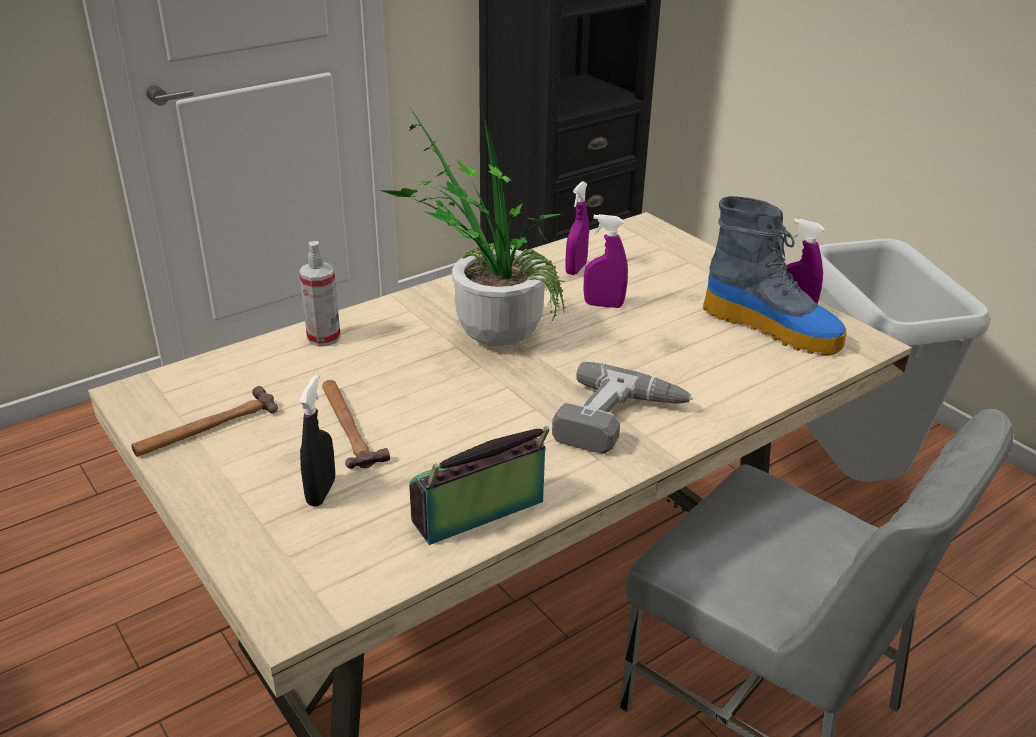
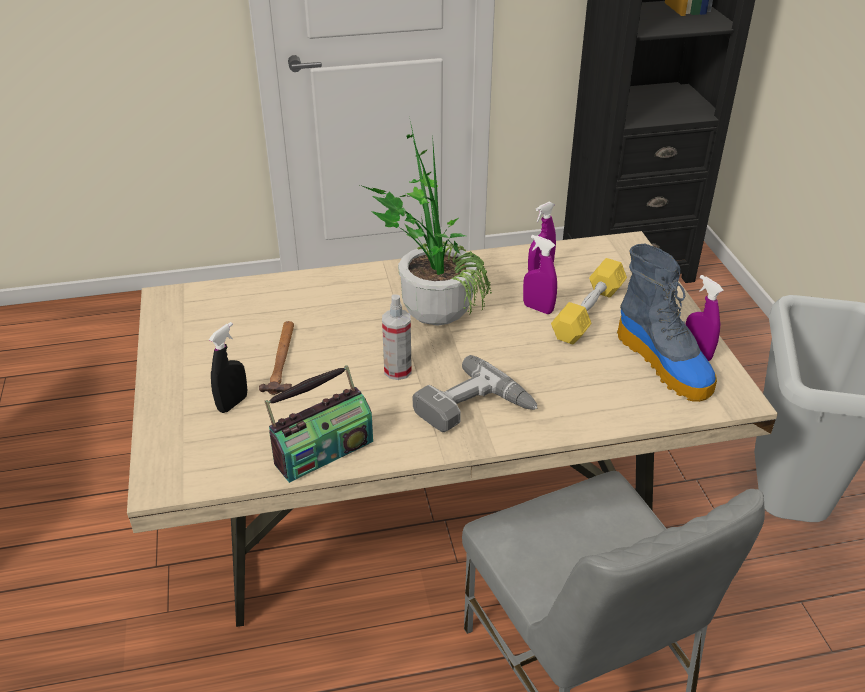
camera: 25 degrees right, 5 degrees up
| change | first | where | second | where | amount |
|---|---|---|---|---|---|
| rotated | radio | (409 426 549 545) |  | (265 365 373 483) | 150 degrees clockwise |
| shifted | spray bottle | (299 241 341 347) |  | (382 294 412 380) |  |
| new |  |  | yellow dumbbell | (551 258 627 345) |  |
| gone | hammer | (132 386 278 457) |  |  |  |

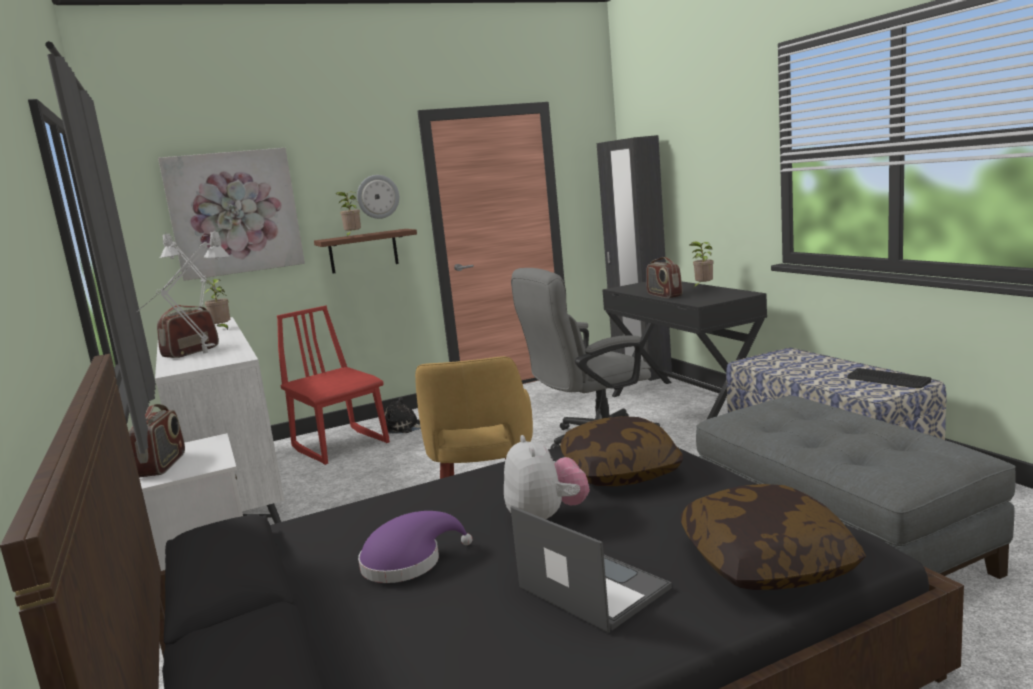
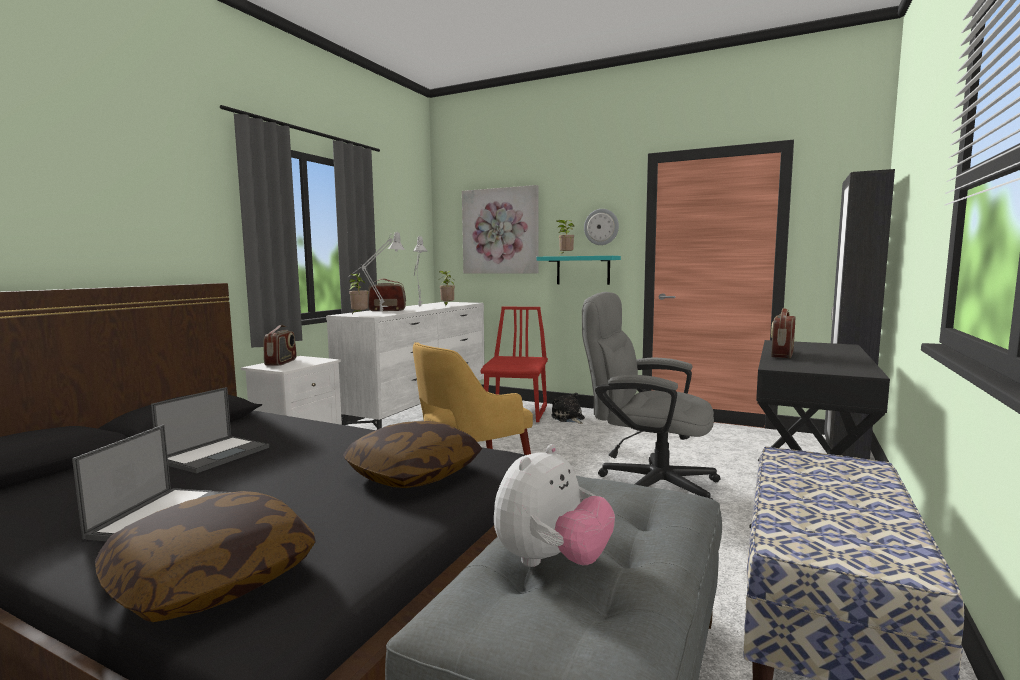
camera: 50 degrees right, 5 degrees down
| change | first | where | second | where | amount |
|---|---|---|---|---|---|
| swapped | purple hat | (358 511 472 583) | laptop | (151 387 269 473) |  |
| rotated | radio | (129 404 185 477) |  | (264 325 297 366) | 45 degrees counterclockwise |
| shifted | potted plant | (690 242 713 288) |  | (349 273 368 315) |  |
| shifted | plush toy | (504 435 590 519) |  | (494 444 615 567) |  |
| repainted | brown shelf | (314 229 417 274) | turquoise shelf | (537 256 621 285) |  |
| gone | keyboard | (847 368 931 388) |  |  |  |

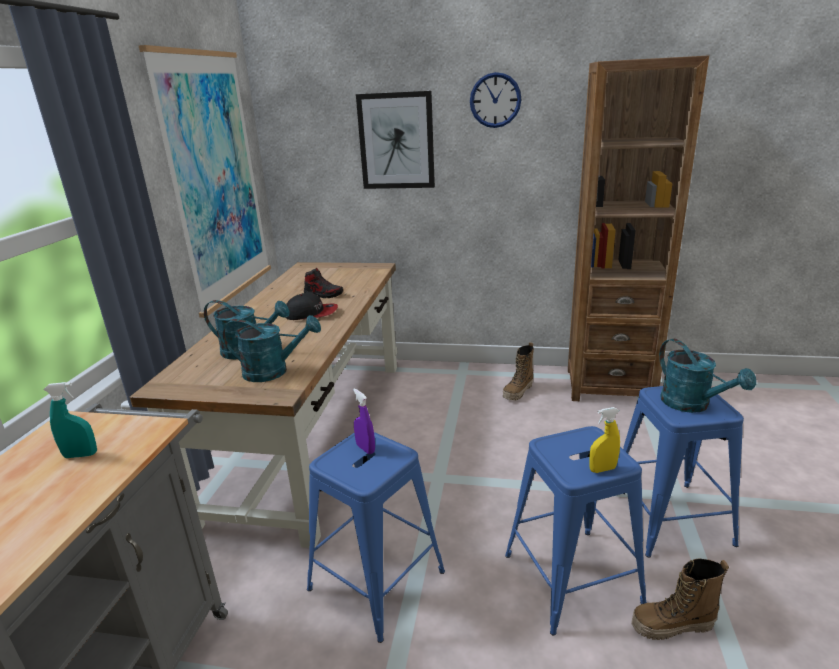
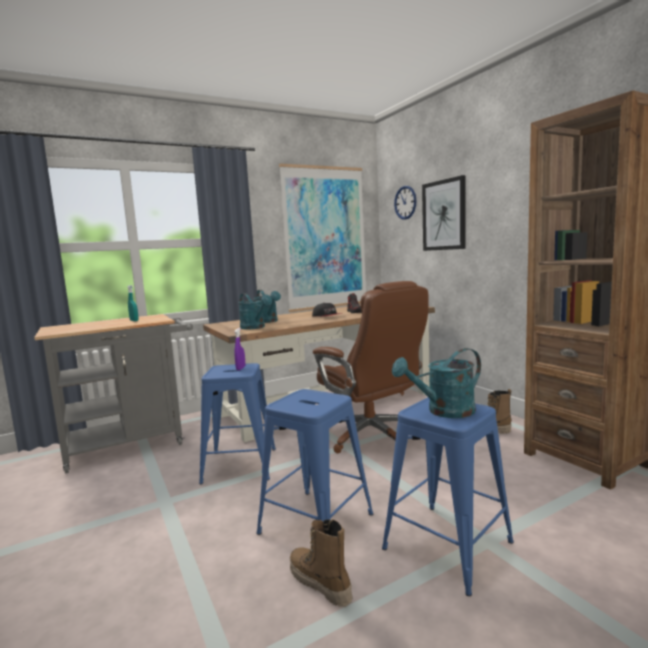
camera: 50 degrees right, 15 degrees down
| change | first | where | second | where | amount |
|---|---|---|---|---|---|
| new |  |  | brown office chair | (313 281 429 453) |  |
| rotated | turquoise watering can | (659 339 756 413) |  | (392 348 481 418) | 45 degrees clockwise |
| shifted | wall clock | (470 72 522 128) |  | (394 186 417 220) |  |
| gone | yellow spray bottle | (589 407 620 473) |  |  |  |

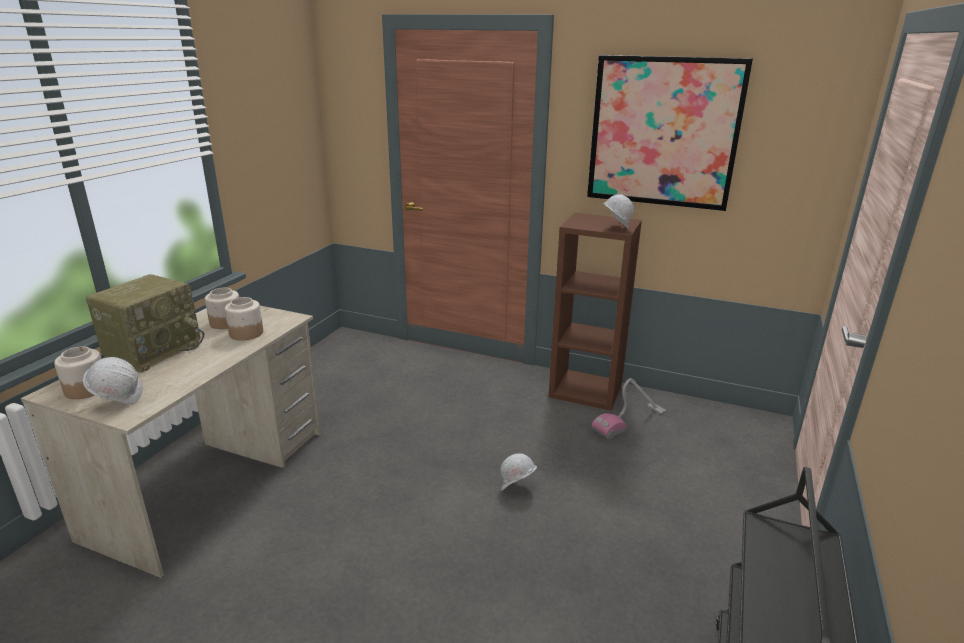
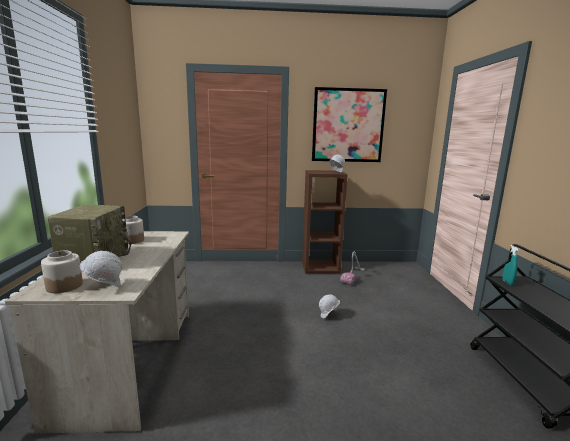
camera: 25 degrees left, 10 degrees down
| change | first | where | second | where | amount |
|---|---|---|---|---|---|
| new |  |  | turquoise spray bottle | (502 245 519 285) |  |
| gone | jar | (225 297 263 341) |  |  |  |

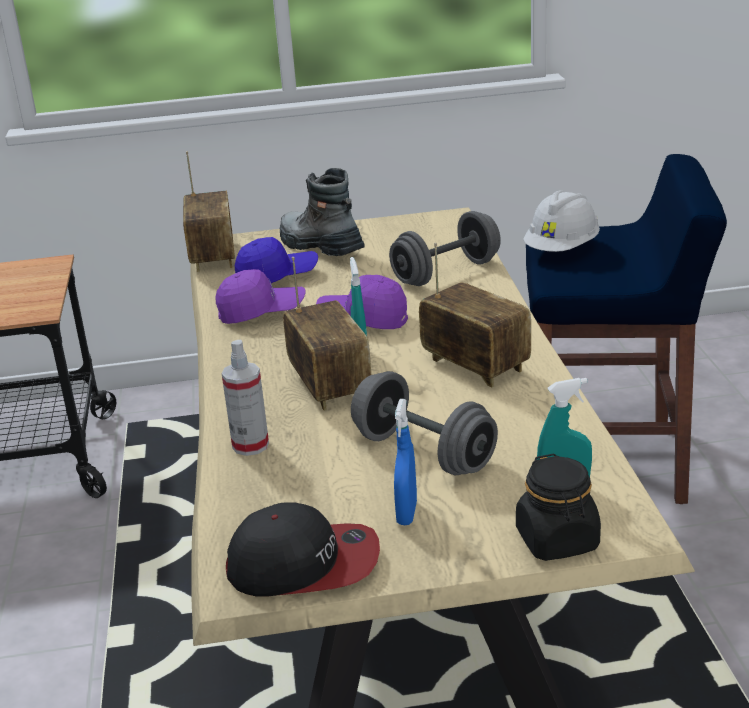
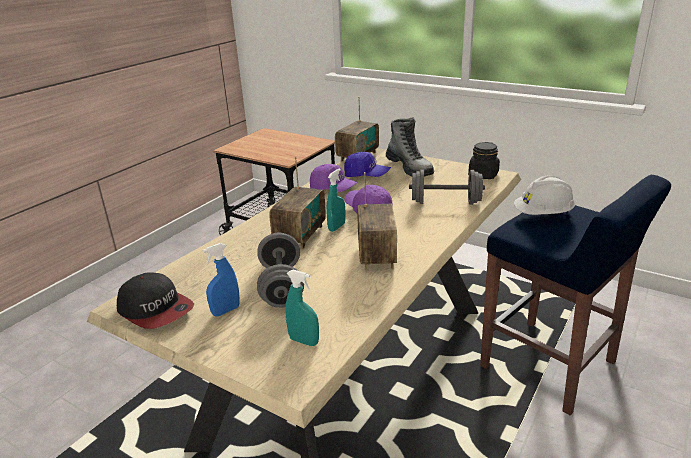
camera: 40 degrees right, 0 degrees up
| change | first | where | second | where | amount |
|---|---|---|---|---|---|
| rotated | boot | (280 168 365 256) |  | (386 118 434 177) | 150 degrees clockwise |
| shifted | black jar | (516 454 601 561) |  | (468 142 500 179) |  |
| gone | spray bottle | (222 340 269 456) |  |  |  |

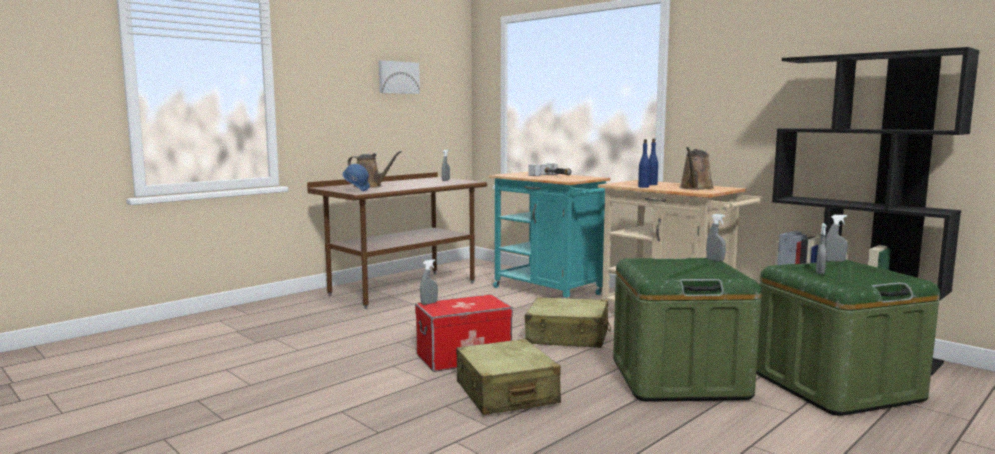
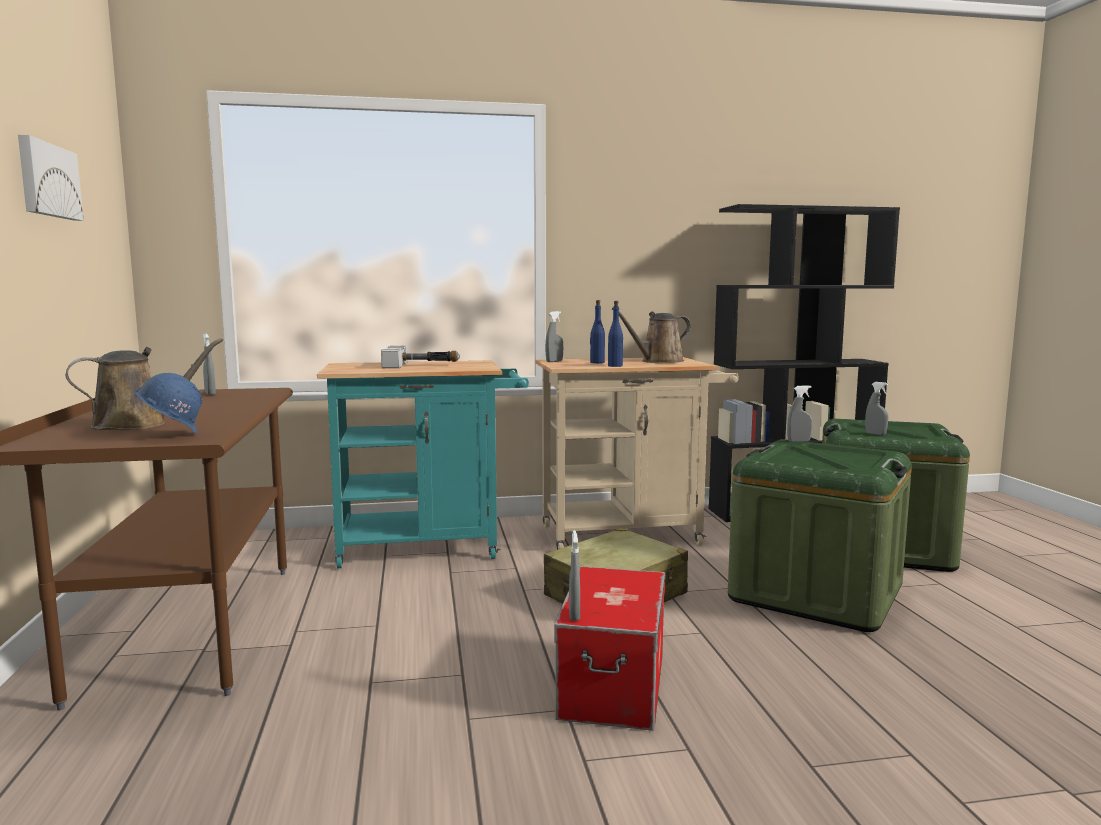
camera: 55 degrees left, 0 degrees up
| change | first | where | second | where | amount |
|---|---|---|---|---|---|
| shifted | grey spray bottle | (825 215 848 262) |  | (545 311 563 362) |  |
| rotated | brown watering can | (679 147 714 190) |  | (612 308 691 363) | 90 degrees clockwise |
| gone | beige suitcase | (456 339 561 415) |  |  |  |

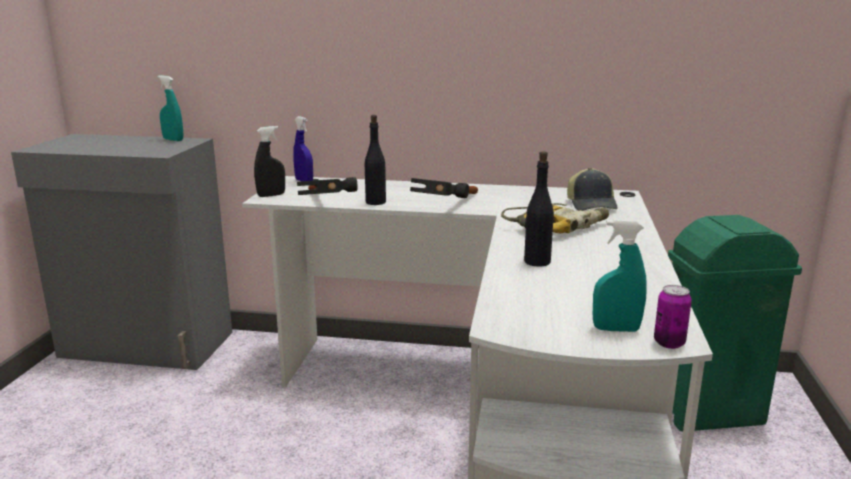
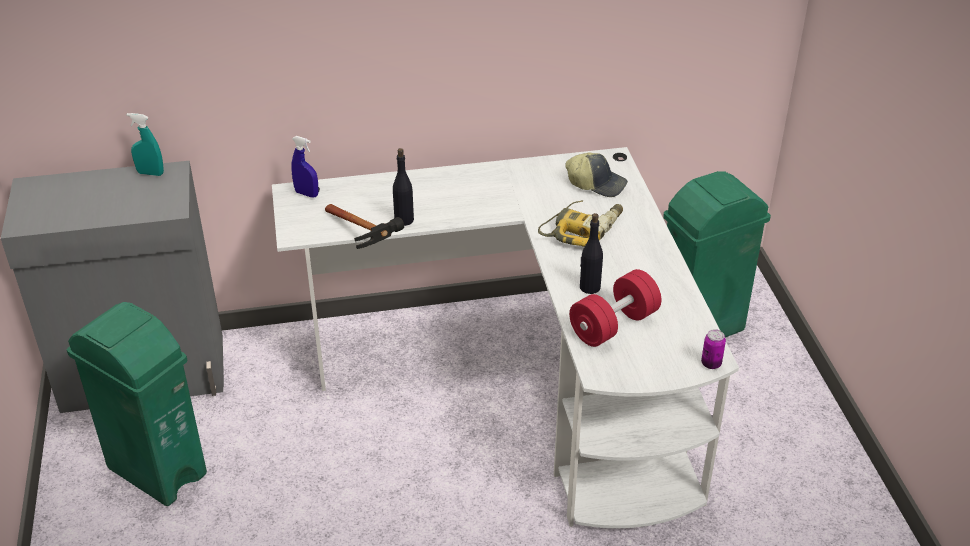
camera: 20 degrees left, 20 degrees up
| change | first | where | second | where | amount |
|---|---|---|---|---|---|
| new |  |  | green trash can | (67 302 207 506) |  |
| rotated | cap | (567 168 617 211) |  | (566 152 628 197) | 45 degrees counterclockwise |
| new |  |  | red dumbbell | (569 269 661 347) |  |
| gone | black spray bottle | (254 126 285 197) |  |  |  |
| gone | hammer | (410 178 478 198) |  |  |  |
| gone | turquoise spray bottle | (593 219 647 332) |  |  |  |

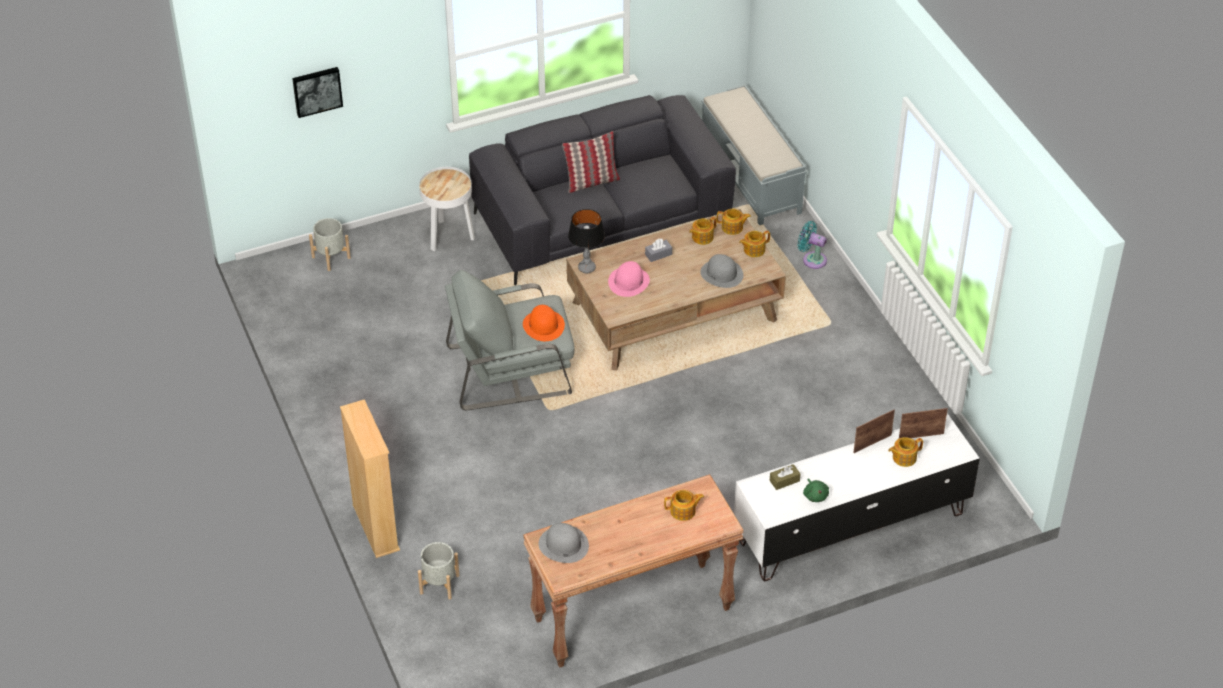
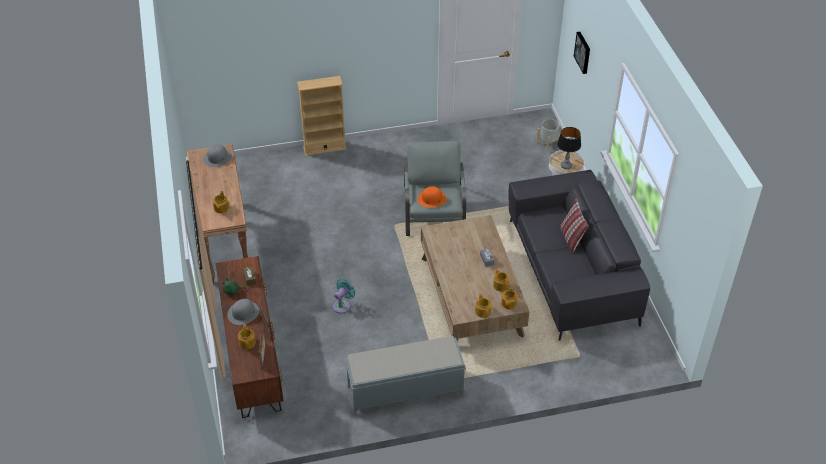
camera: 100 degrees right, 0 degrees up
| change | first | where | second | where | amount |
|---|---|---|---|---|---|
| repainted | white tv stand | (734 413 980 582) | brown tv stand | (216 256 283 418) |  |
| shifted | grey hat | (700 254 743 288) |  | (227 299 259 325) |  |
| shifted | turquoise fan | (798 221 827 269) |  | (333 279 356 314) |  |
| shifted | grey bench | (701 85 807 225) |  | (345 336 466 415) |  |
| shifted | table lamp | (568 209 605 273) |  | (557 127 581 169) |  |
| gone | grey planter | (418 542 459 600) |  |  |  |
| gone | pink hat | (608 261 650 297) |  |  |  |

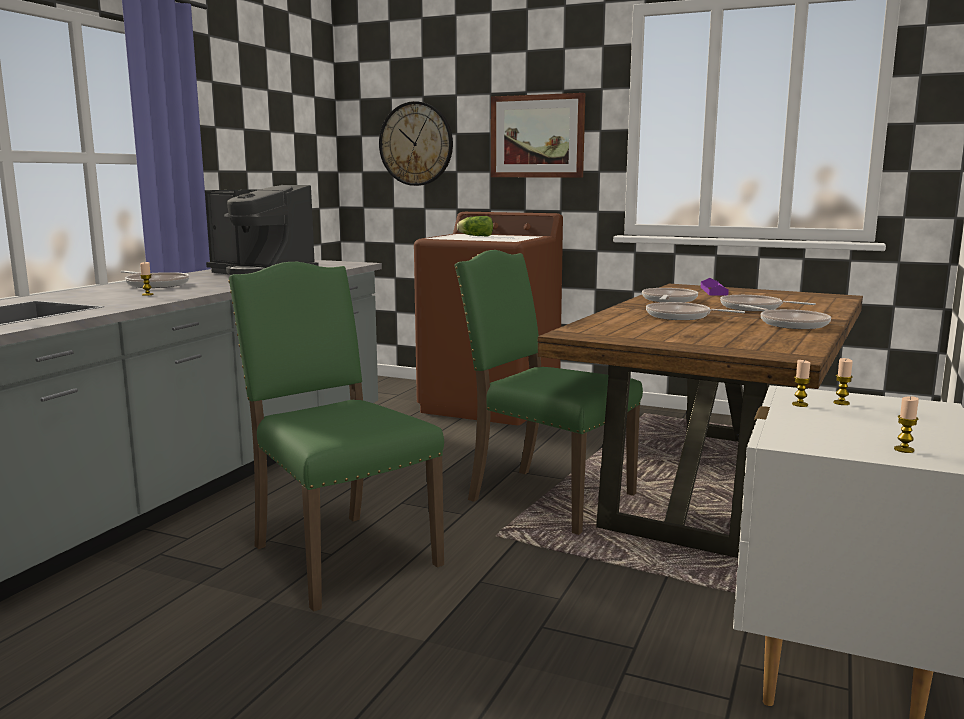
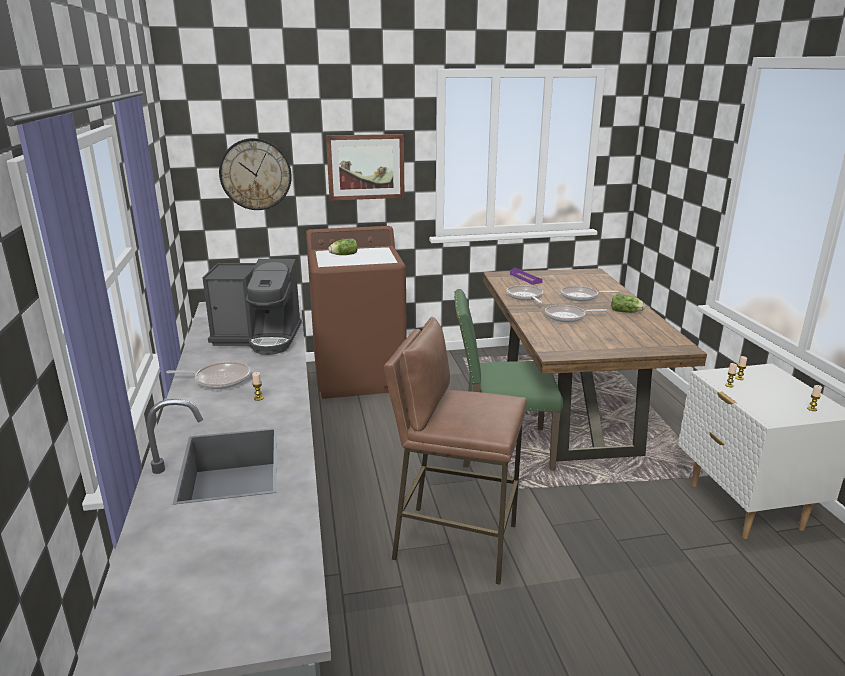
camera: 35 degrees left, 10 degrees up
| change | first | where | second | where | amount |
|---|---|---|---|---|---|
| swapped | green chair | (228 262 444 612) | brown stool | (384 317 527 585) |  |
| swapped | frying pan | (739 304 831 329) | lettuce | (611 294 645 313) |  |

